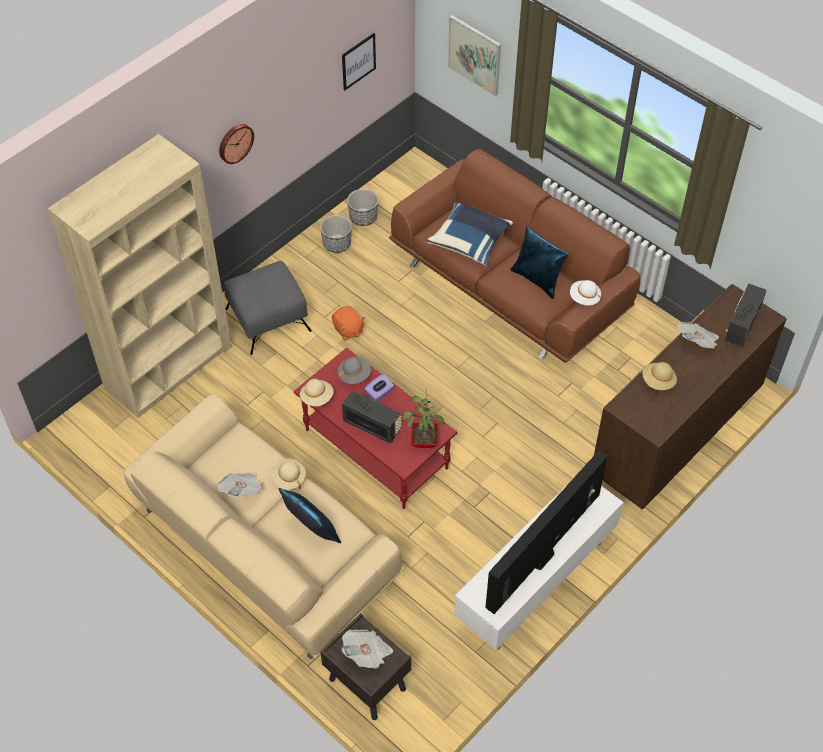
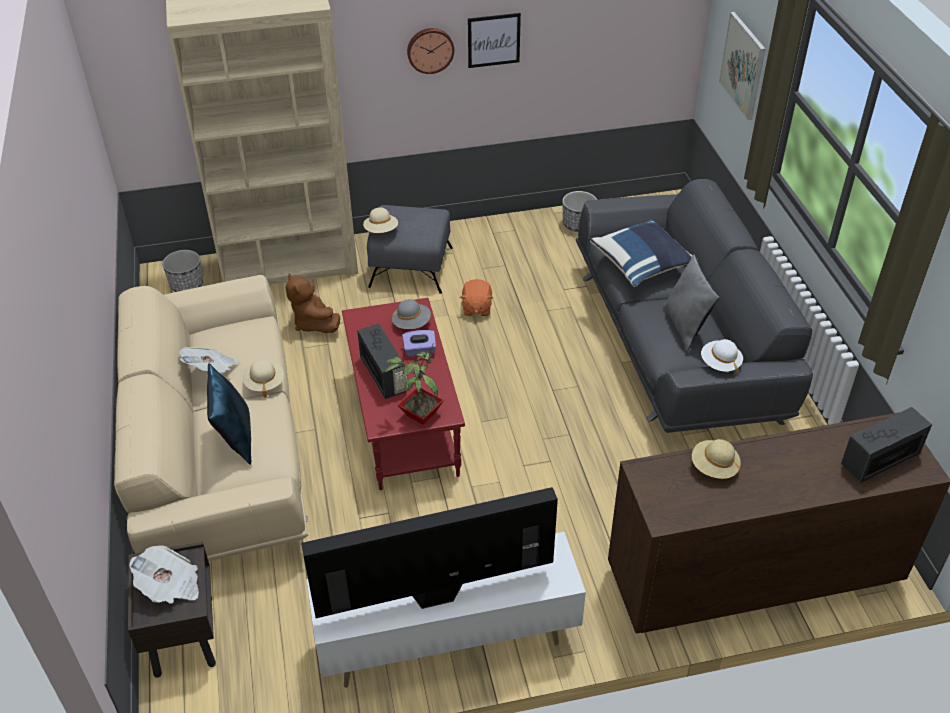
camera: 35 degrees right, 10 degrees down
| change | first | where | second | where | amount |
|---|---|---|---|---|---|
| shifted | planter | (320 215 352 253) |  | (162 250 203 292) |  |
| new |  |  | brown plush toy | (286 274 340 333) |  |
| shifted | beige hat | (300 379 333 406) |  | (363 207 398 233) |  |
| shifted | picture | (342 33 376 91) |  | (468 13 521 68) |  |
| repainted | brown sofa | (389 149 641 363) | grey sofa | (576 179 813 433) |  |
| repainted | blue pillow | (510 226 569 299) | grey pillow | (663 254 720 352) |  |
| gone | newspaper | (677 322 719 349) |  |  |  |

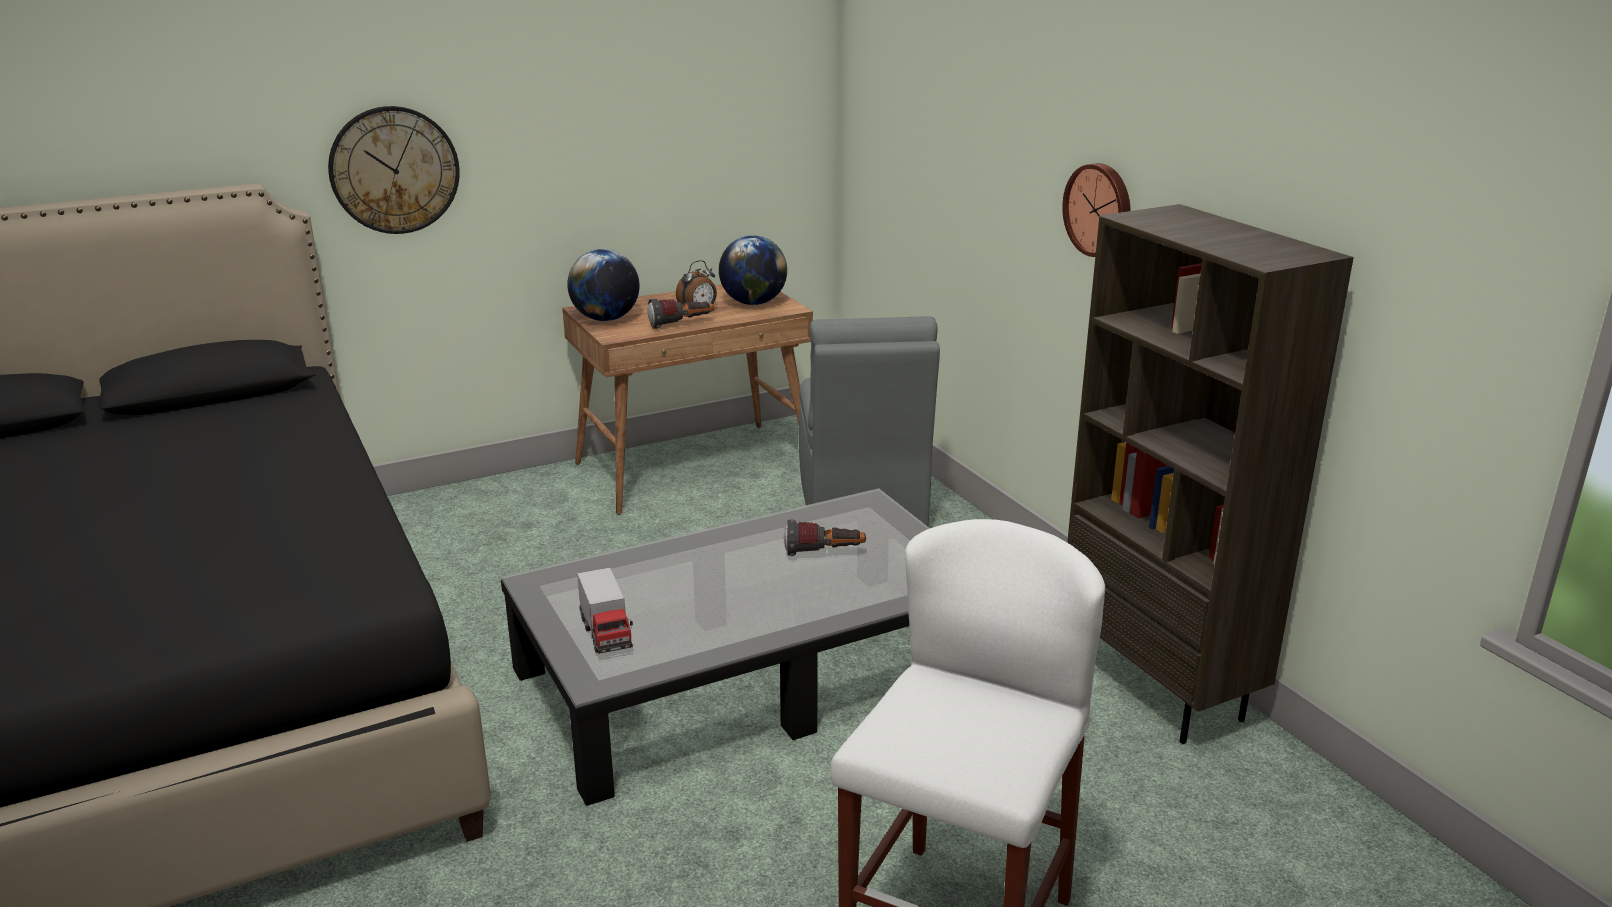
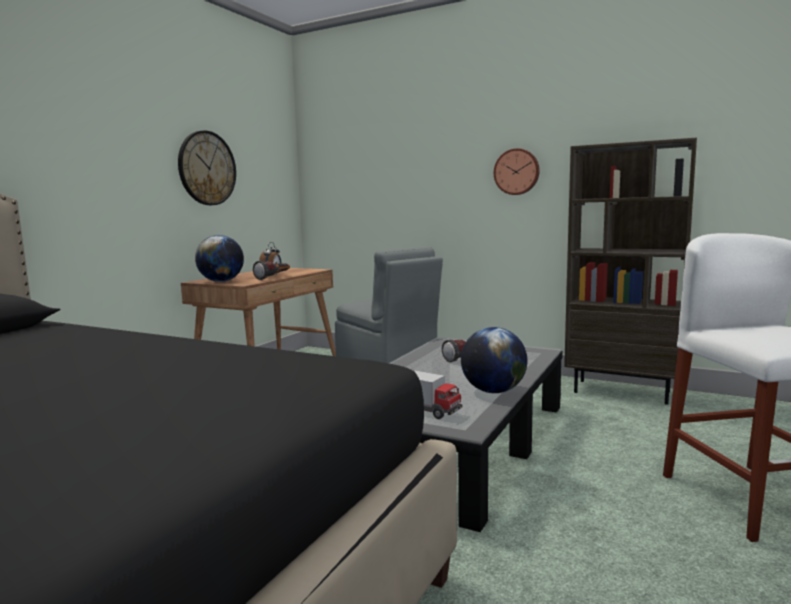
camera: 35 degrees left, 15 degrees down
| change | first | where | second | where | amount |
|---|---|---|---|---|---|
| shifted | wall clock | (328 106 460 234) |  | (178 130 236 205) |  |
| shifted | globe | (719 235 787 305) |  | (461 327 528 393) |  |

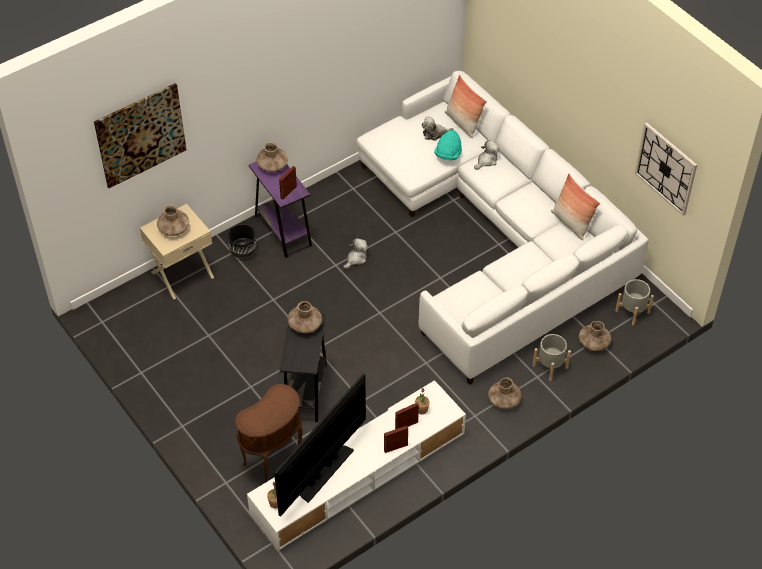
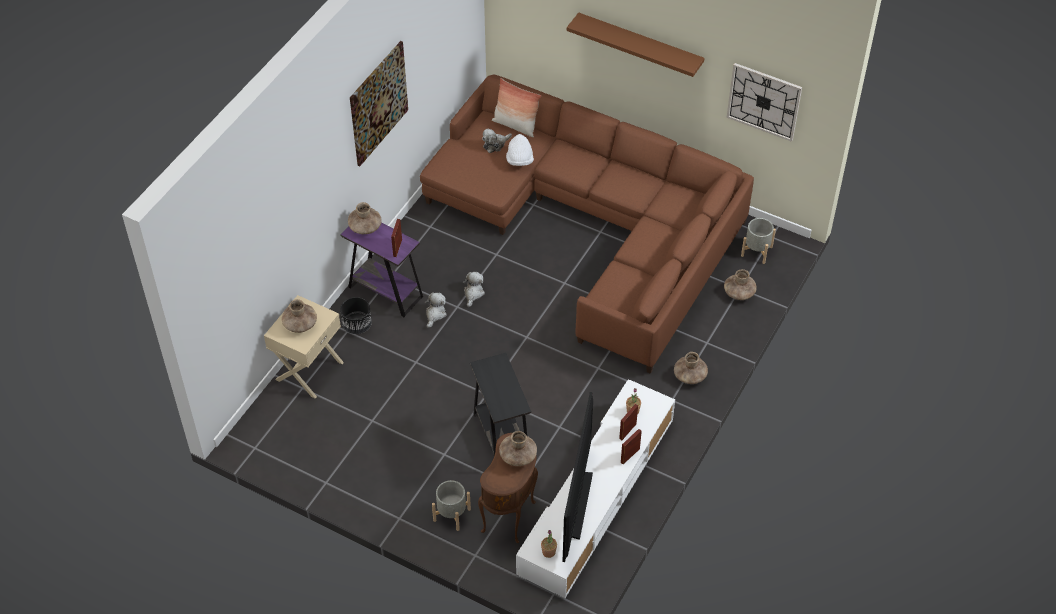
camera: 25 degrees left, 0 degrees up
| change | first | where | second | where | amount |
|---|---|---|---|---|---|
| shifted | picture | (94 83 187 188) |  | (350 41 408 166) |  |
| repainted | white sofa | (356 71 649 385) | brown sofa | (420 75 754 374) |  |
| shifted | plush toy | (474 140 499 170) |  | (425 293 447 328) |  |
| shifted | grey planter | (533 334 571 381) |  | (432 480 471 531) |  |
| shifted | brown vase | (288 301 322 333) |  | (499 431 537 466) |  |
| repainted | turquoise hat | (434 130 462 160) | white hat | (506 134 534 166) |  |
| new |  |  | brown shelf | (567 13 705 77) |  |
| gone | pillow | (551 174 600 240) |  |  |  |

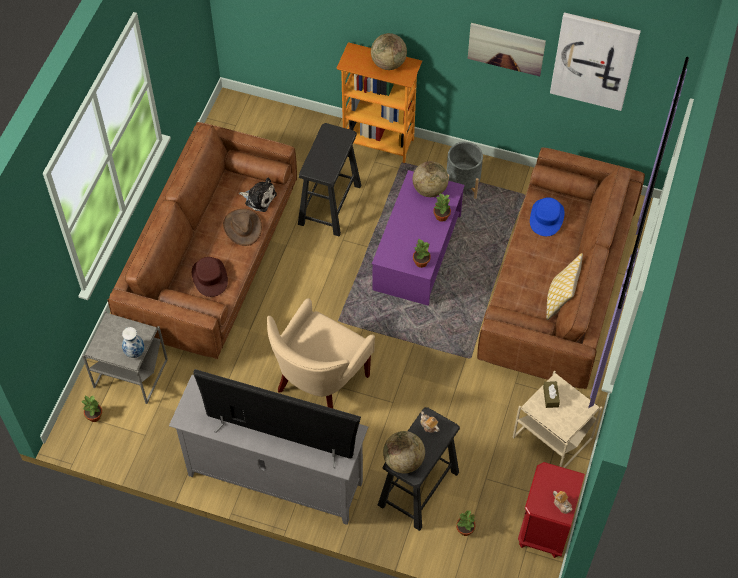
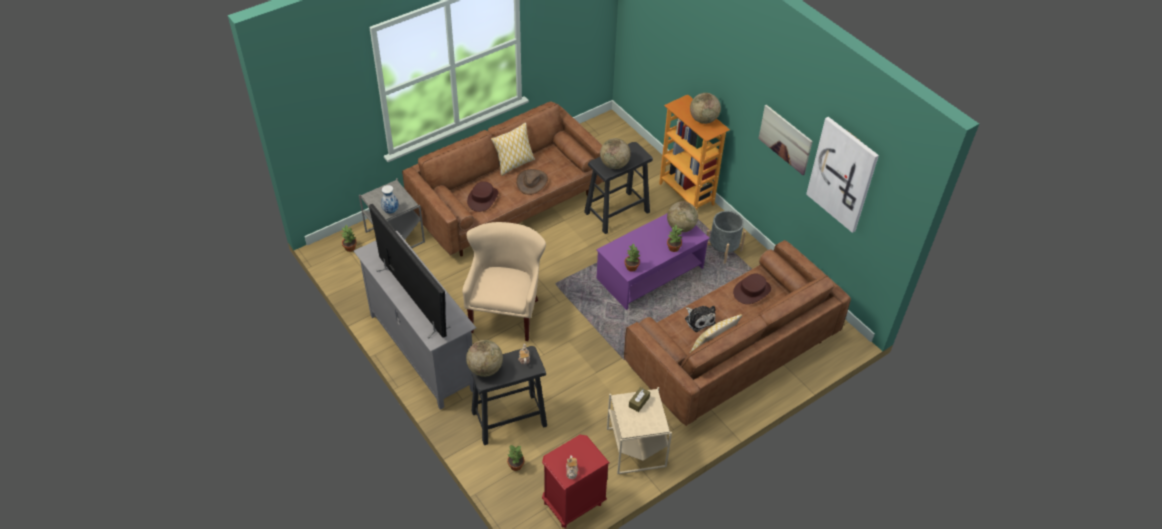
camera: 35 degrees right, 10 degrees down
| change | first | where | second | where | amount |
|---|---|---|---|---|---|
| rotated | beige armchair | (267 299 375 409) |  | (462 222 546 341) | 120 degrees clockwise |
| new |  |  | pillow | (491 122 535 176) |  |
| new |  |  | globe | (600 138 631 169) |  |
| shifted | plush toy | (239 178 277 212) |  | (685 306 716 332) |  |
| repainted | blue hat | (530 197 565 236) | brown hat | (733 274 771 304) |  |

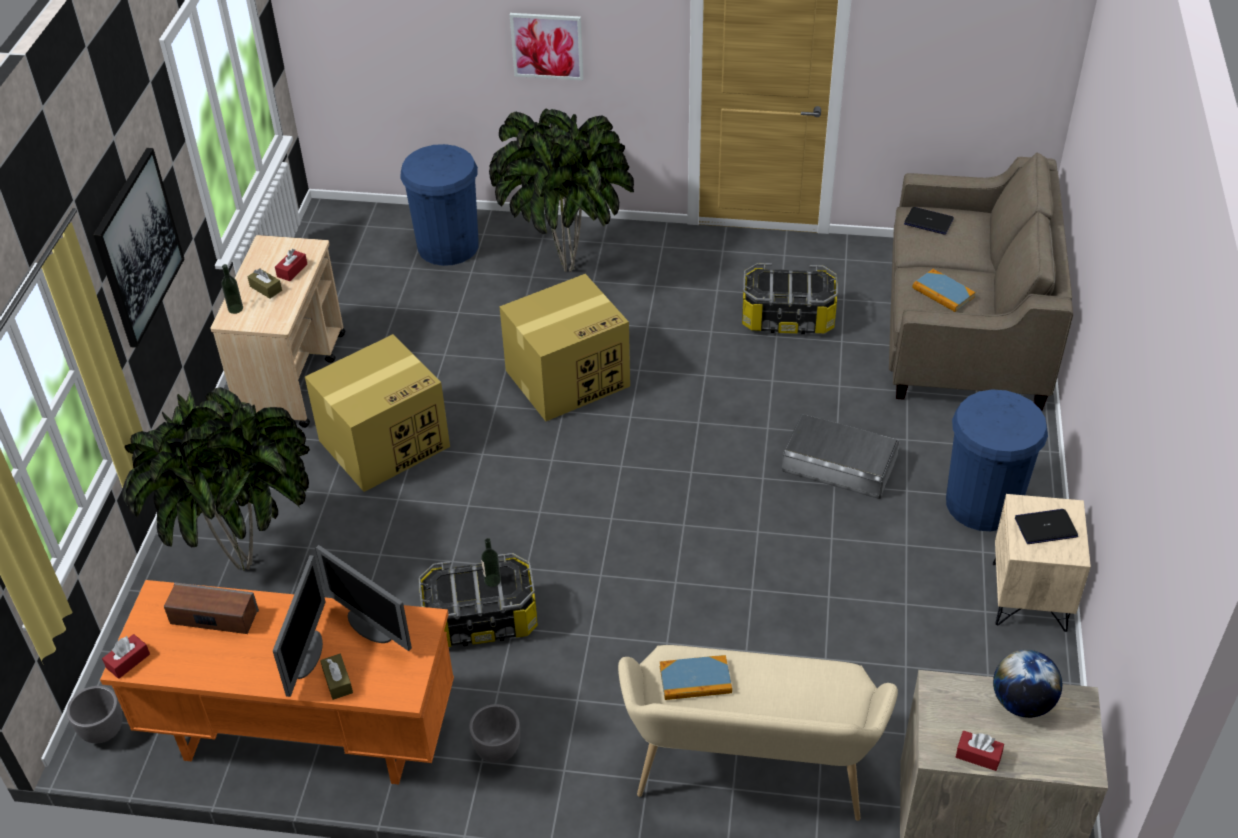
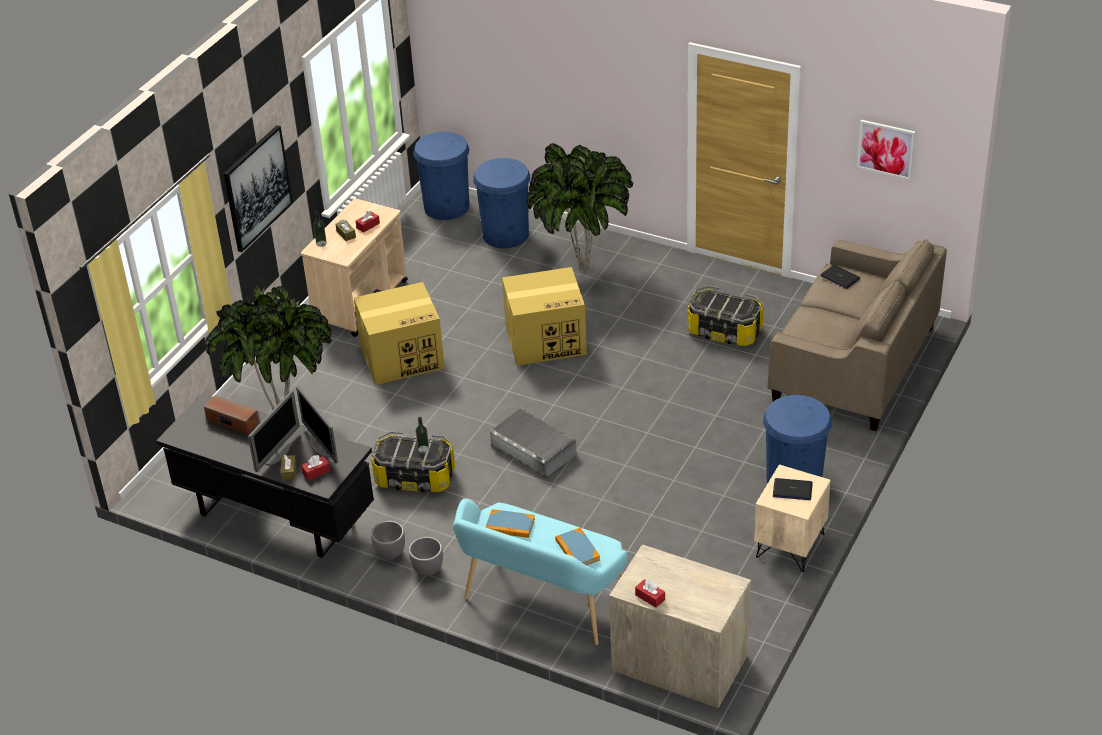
camera: 20 degrees right, 5 degrees down
| change | first | where | second | where | amount |
|---|---|---|---|---|---|
| repainted | orange desk | (100 580 454 785) | black desk | (156 393 374 558) |  |
| shifted | red tissue box | (102 634 150 679) |  | (301 455 330 480) |  |
| shifted | grey planter | (67 686 123 743) |  | (409 537 443 576) |  |
| new |  |  | blue trash can | (413 132 470 220) |  |
| repainted | beige bench | (618 645 898 821) | turquoise bench | (453 499 628 645) |  |
| shifted | grey storage box | (782 414 900 499) |  | (490 409 577 478) |  |
| shifted | book | (913 269 976 312) |  | (555 528 600 565) |  |
| shifted | picture | (510 13 583 80) |  | (857 120 915 180) |  |
| gone | globe | (993 650 1062 718) |  |  |  |

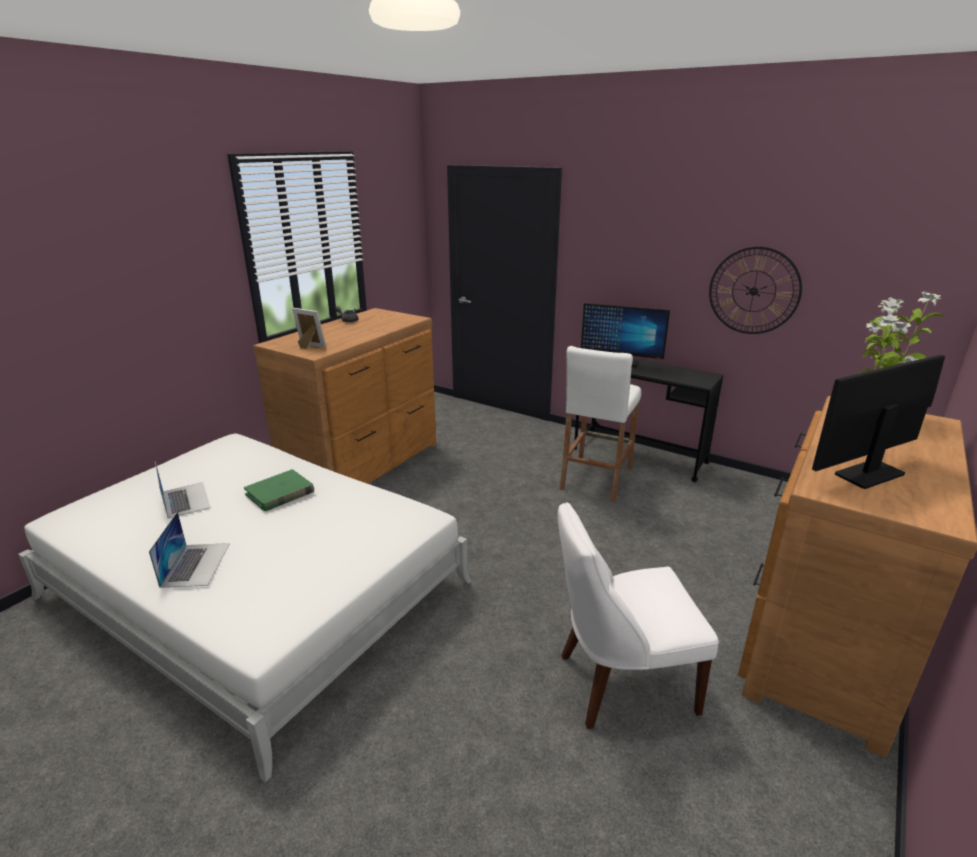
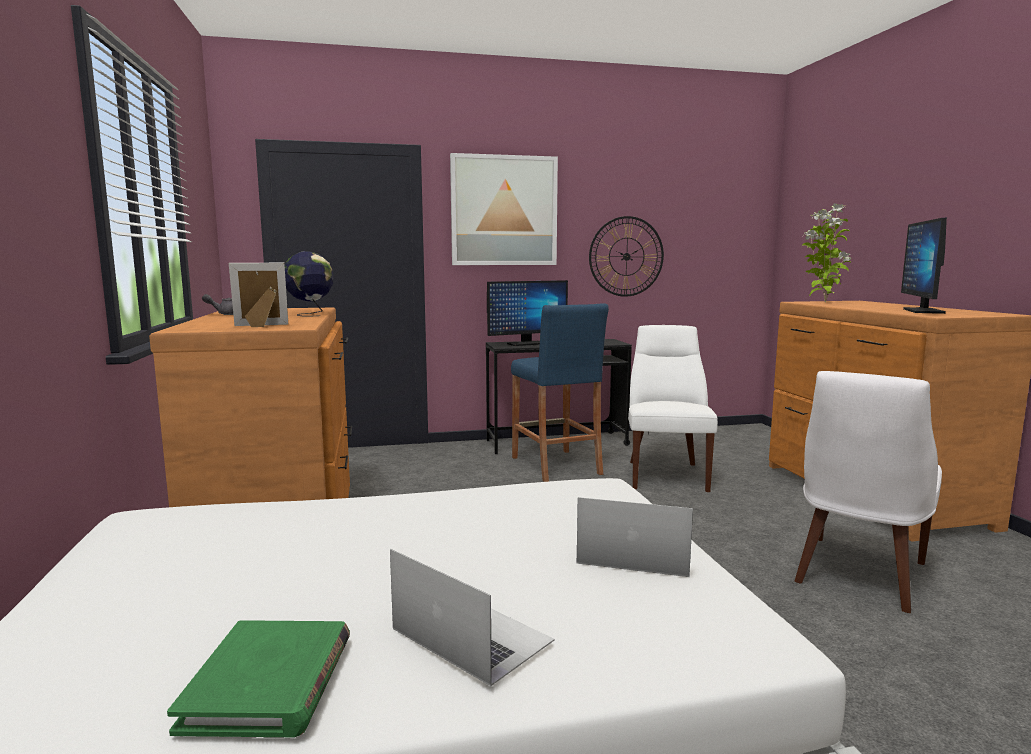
camera: 45 degrees left, 15 degrees down
| change | first | where | second | where | amount |
|---|---|---|---|---|---|
| shifted | green book | (244 469 314 511) |  | (167 620 350 737) |  |
| new |  |  | globe | (285 251 334 316) |  |
| new |  |  | picture | (450 153 558 265) |  |
| repainted | white stool | (559 346 641 502) | blue stool | (511 303 609 482) |  |
| shifted | laptop | (155 462 211 519) |  | (577 497 693 577) |  |
| new |  |  | white chair | (628 325 718 492) |  |

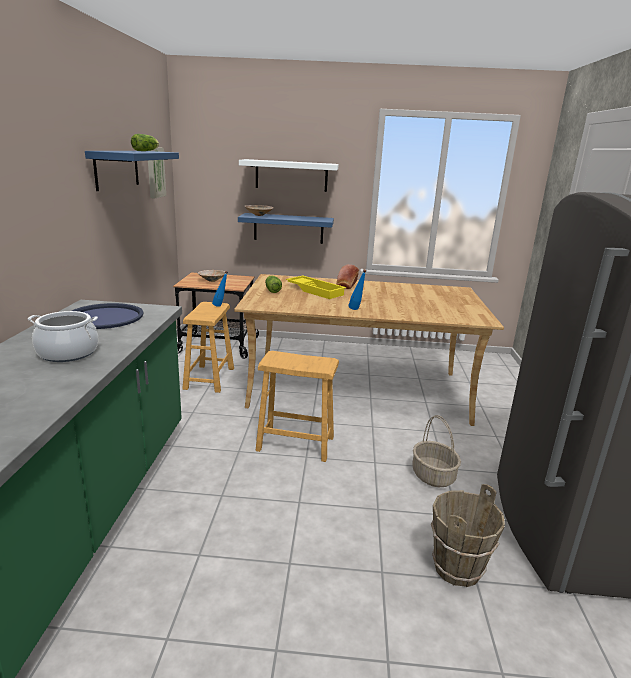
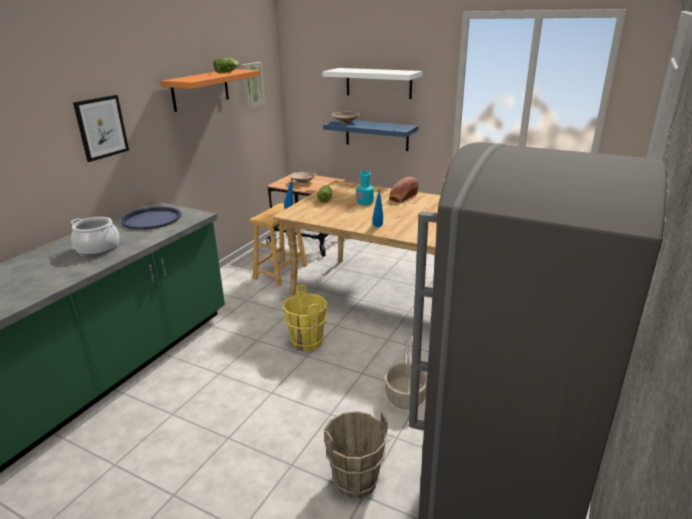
camera: 25 degrees right, 5 degrees up
| change | first | where | second | where | amount |
|---|---|---|---|---|---|
| new |  |  | picture | (73 95 129 162) |  |
| repainted | blue shelf | (85 151 179 191) | orange shelf | (161 69 260 112) |  |
| swapped | brown stool | (255 351 339 462) | yellow bucket | (283 285 327 351) |  |
| swapped | yellow tray | (286 275 346 299) | turquoise bottle | (357 171 374 205) |  |

